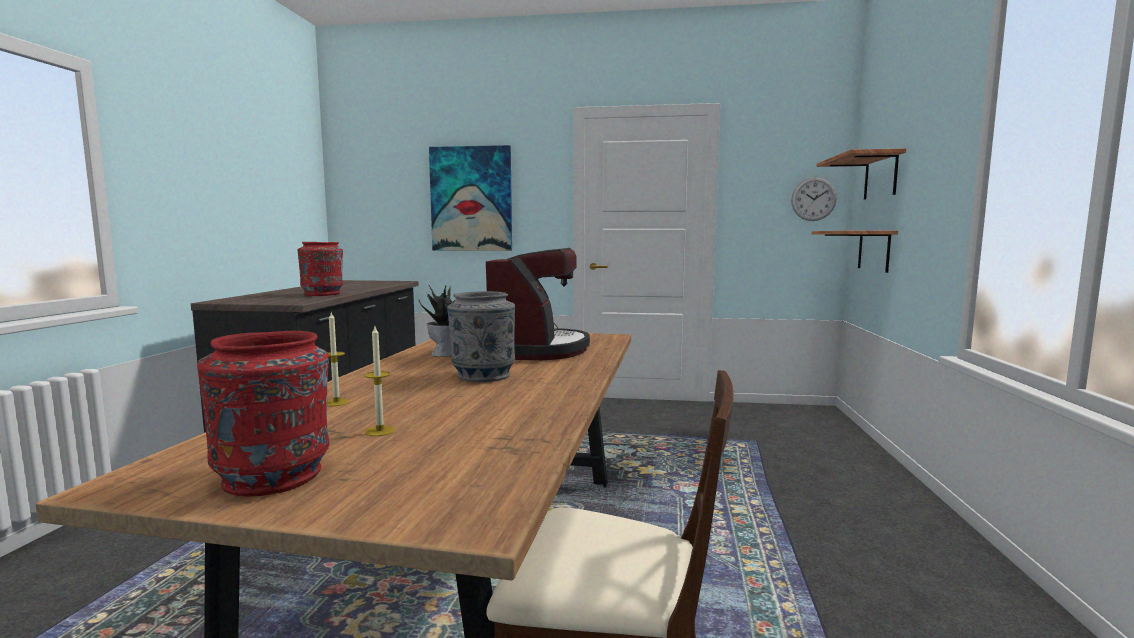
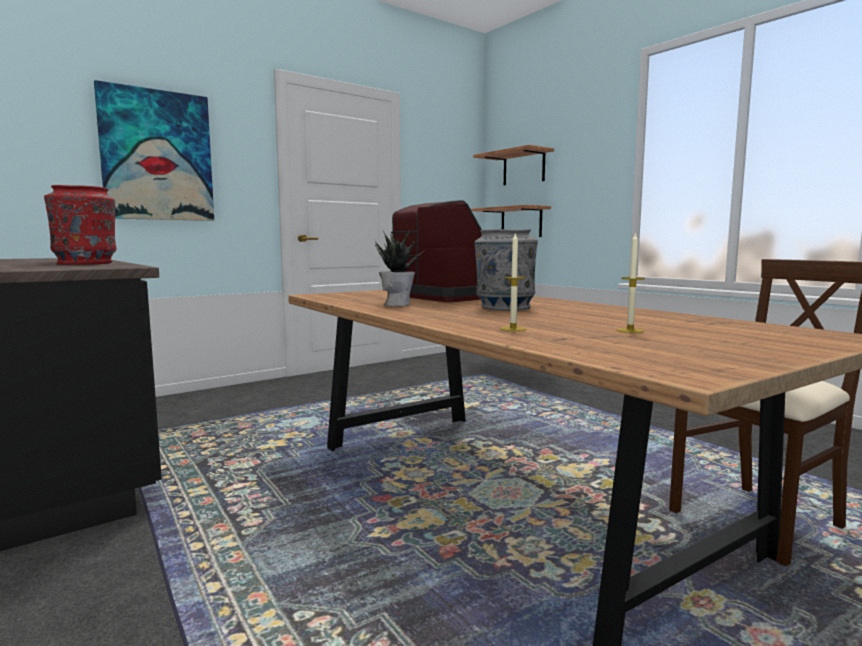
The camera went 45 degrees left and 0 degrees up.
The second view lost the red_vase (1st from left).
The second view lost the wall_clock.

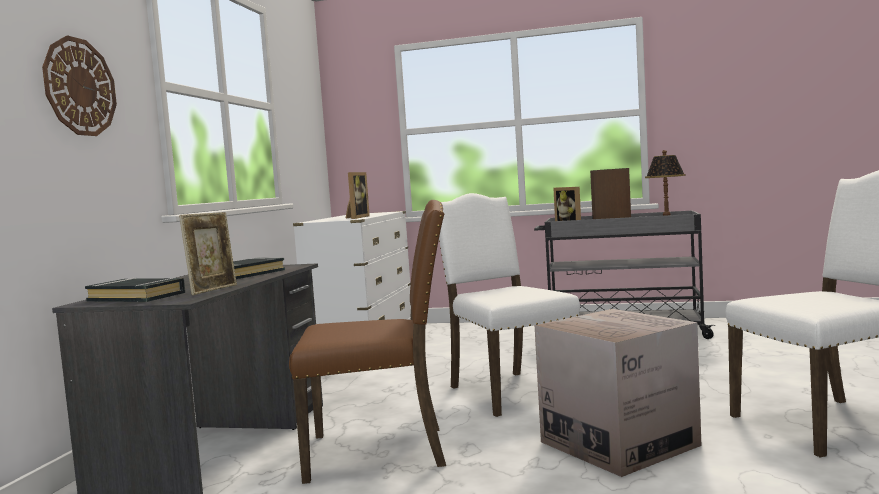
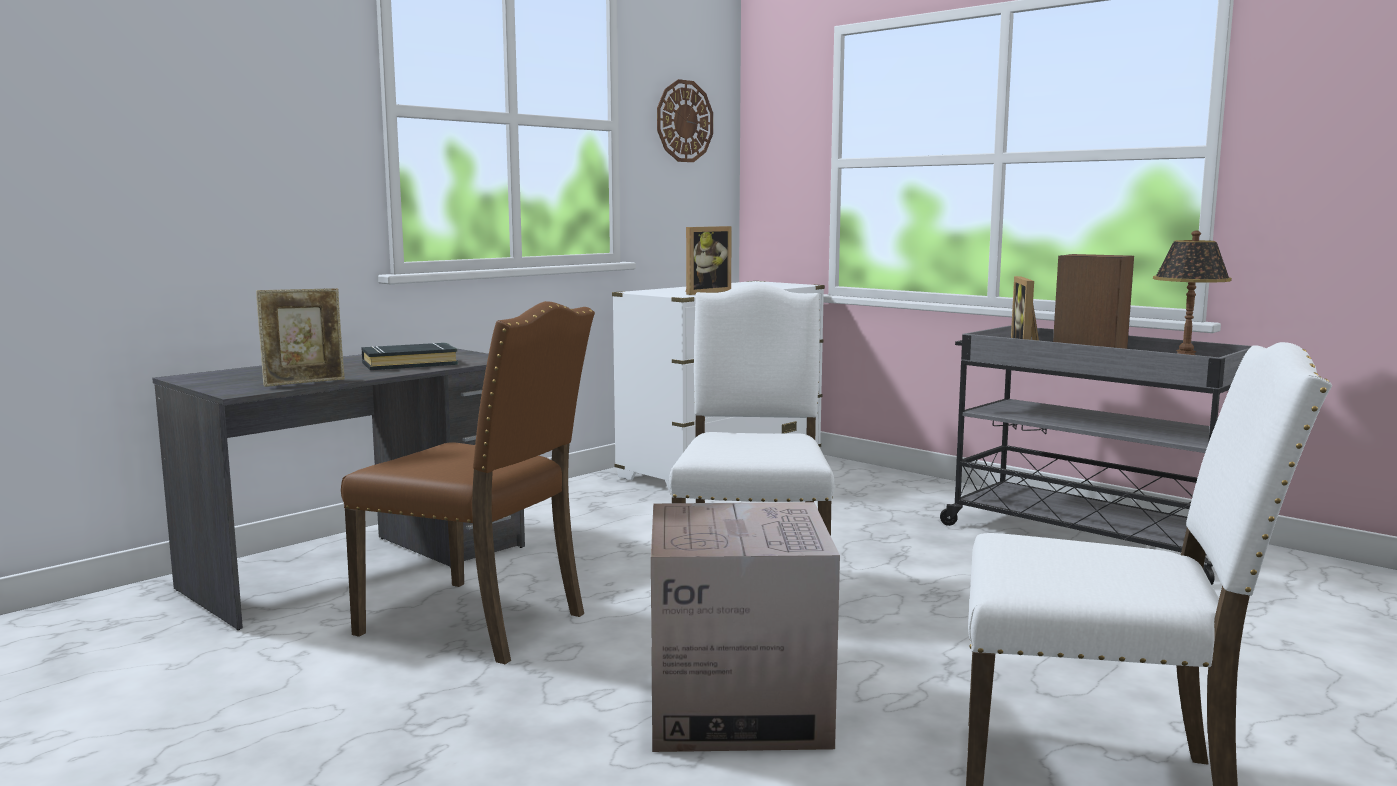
The camera went 30 degrees right and 5 degrees up.
The second view lost the black_book (1st from left).
The wall_clock ended up elsewhere.

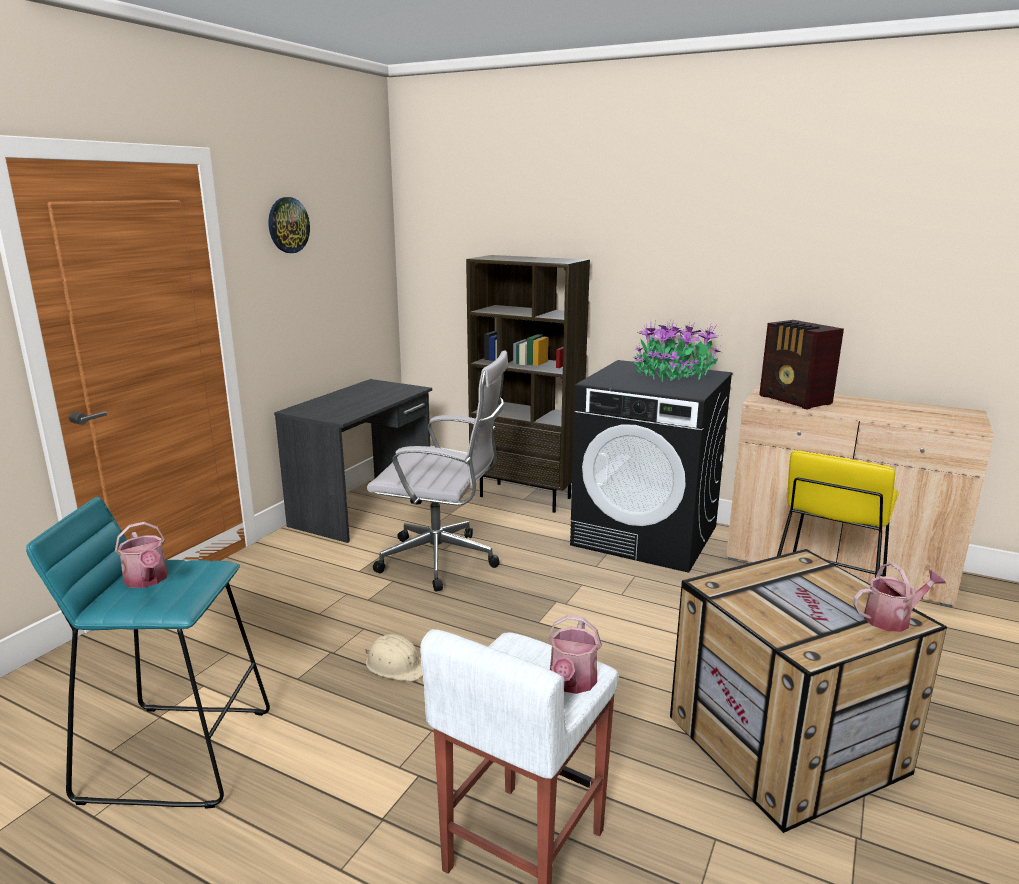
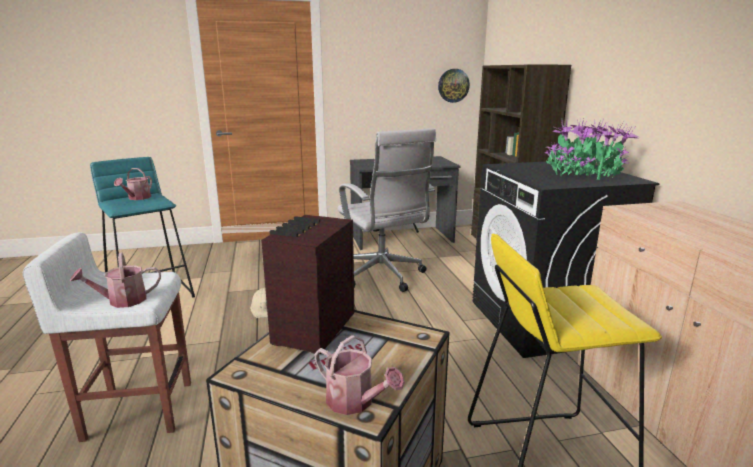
The camera went 50 degrees right and 0 degrees up.
The wall_clock ended up elsewhere.
The radio ended up elsewhere.

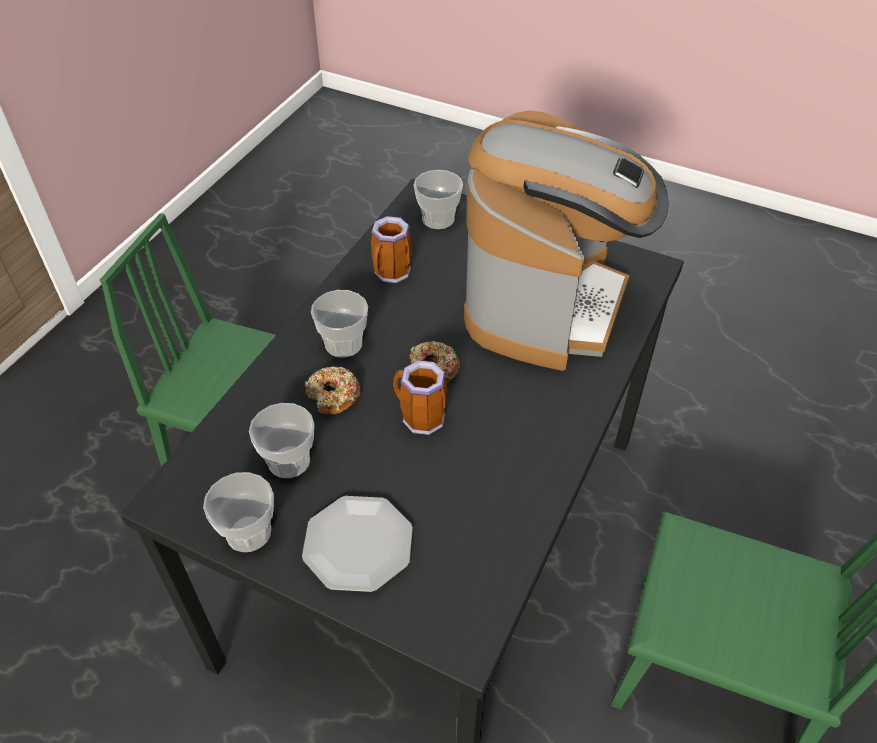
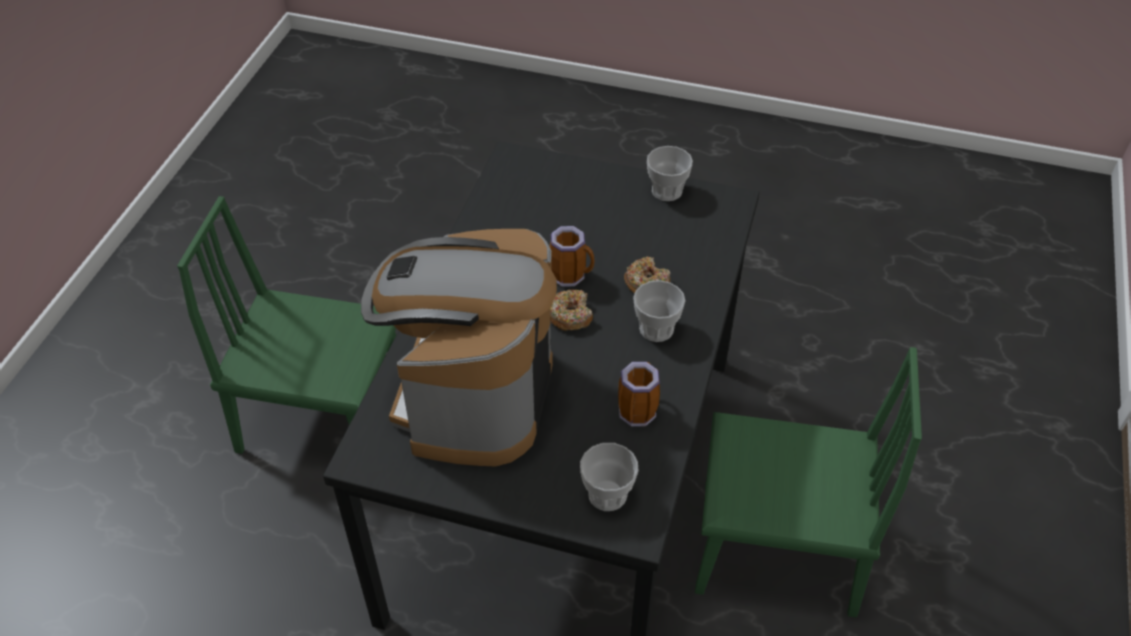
The camera went 170 degrees right and 0 degrees up.
The second view lost the cup (2nd from left).
The second view lost the plate.

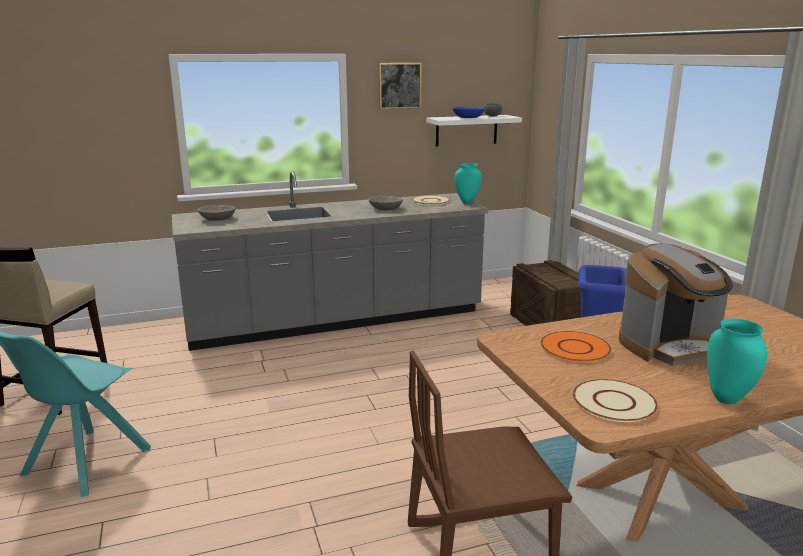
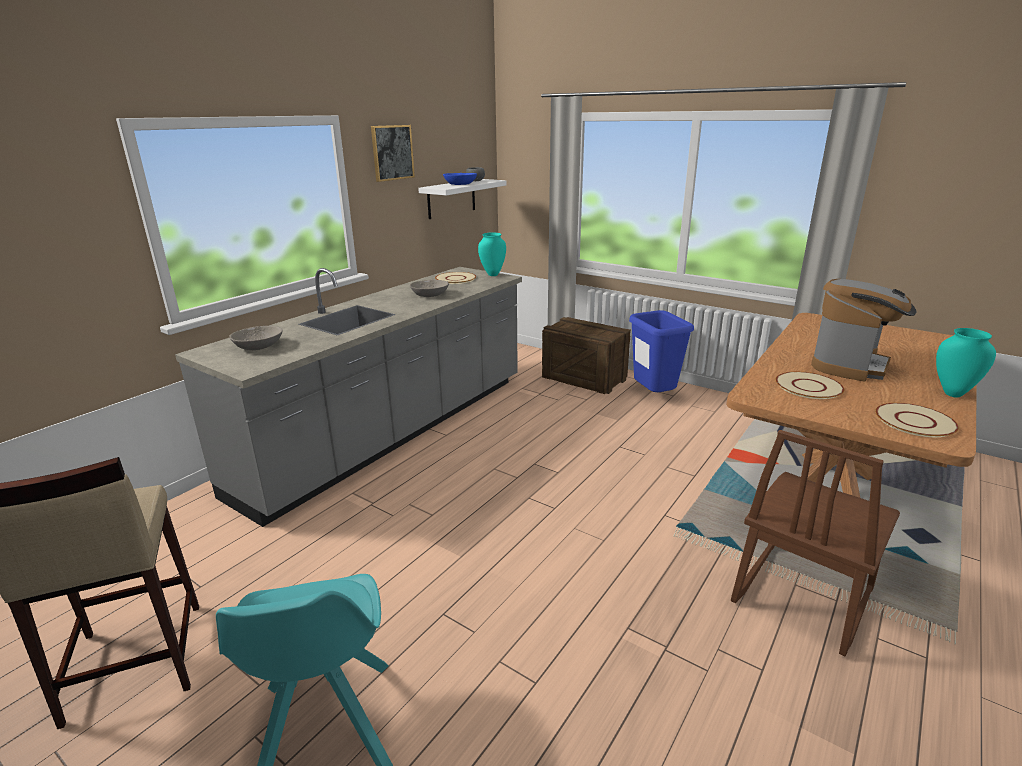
The camera went 35 degrees left and 5 degrees up.
What was the orange_plate turned into the beige_plate (2nd from left).

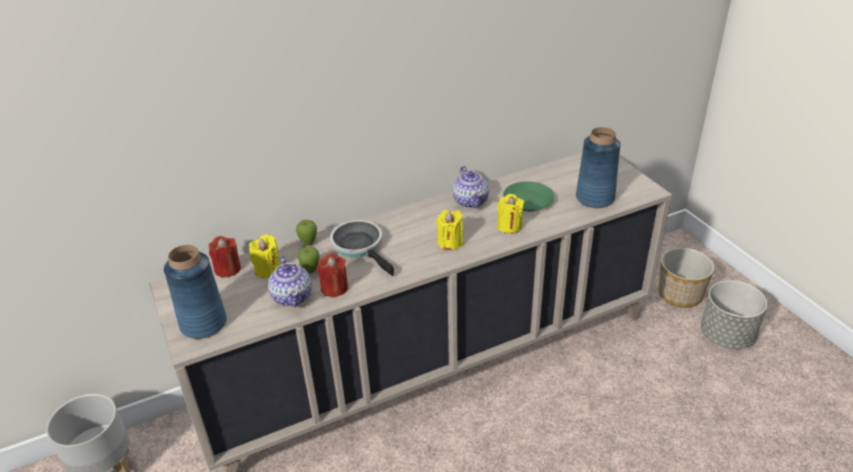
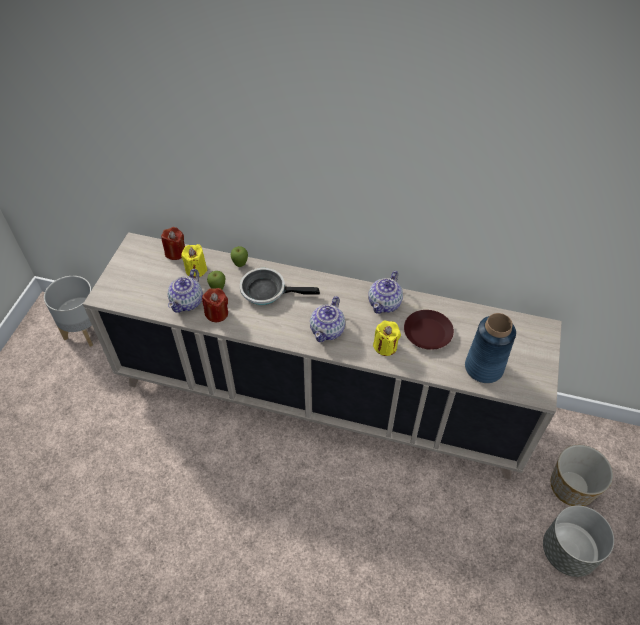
The camera went 40 degrees right and 15 degrees up.
The second view lost the blue_vase (1st from left).
Where the yellow_candle (2nd from left) stood, the teapot (2nd from left) came to stand.
What was the green_plate turned into the brown_plate.
The frying_pan ended up facing another way, 90 degrees counterclockwise from before.

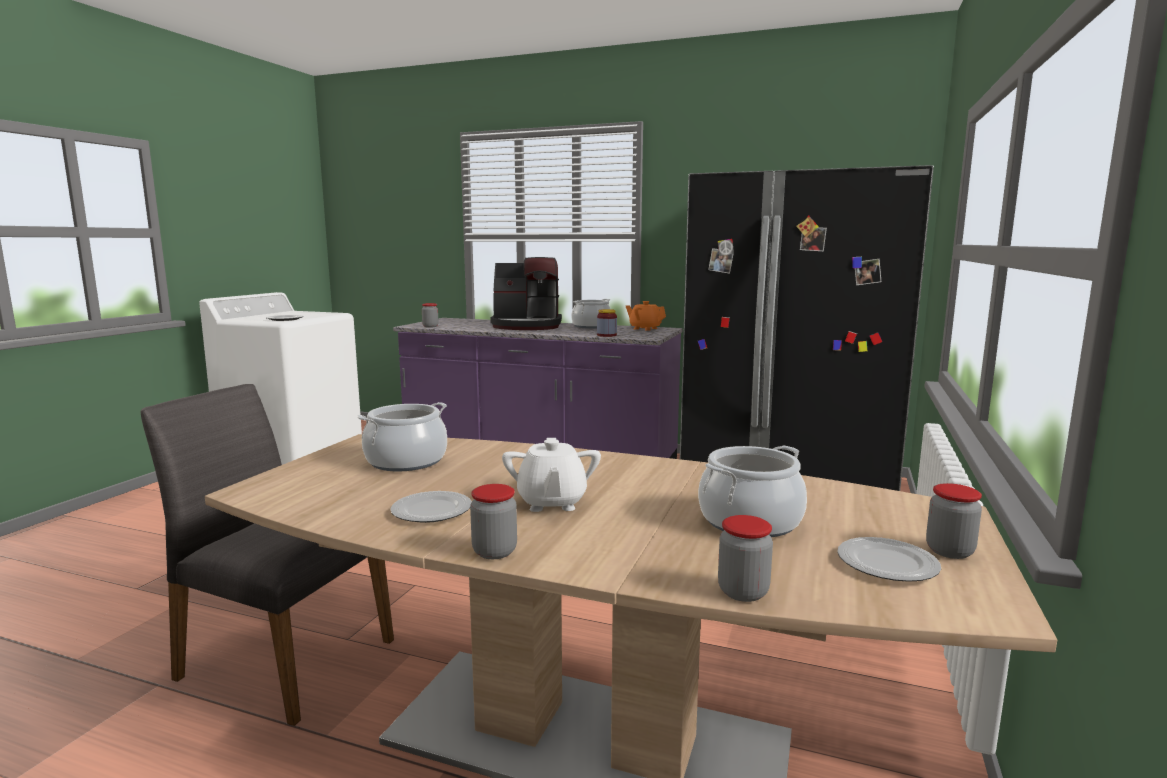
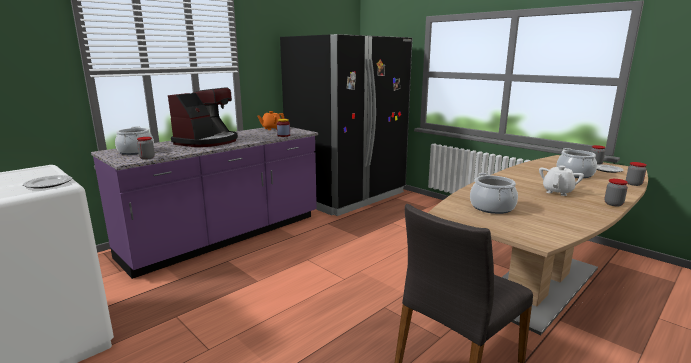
The camera went 65 degrees left and 5 degrees up.
The second view lost the plate (2nd from left).
The cooking_pot (2nd from left in the first image) ended up elsewhere.
The white_teapot ended up facing another way, 75 degrees counterclockwise from before.

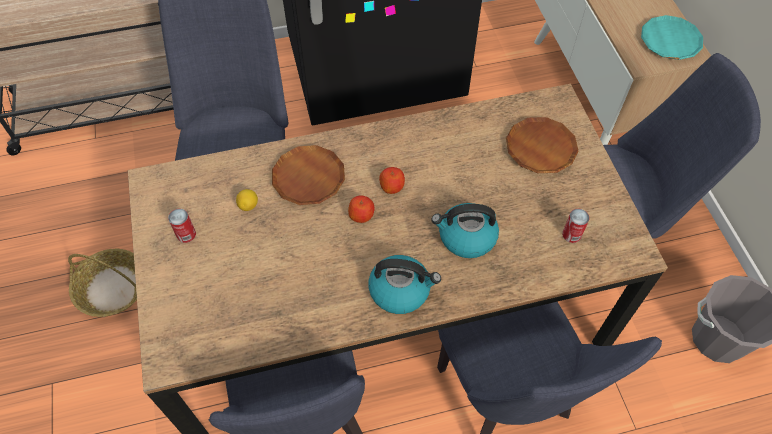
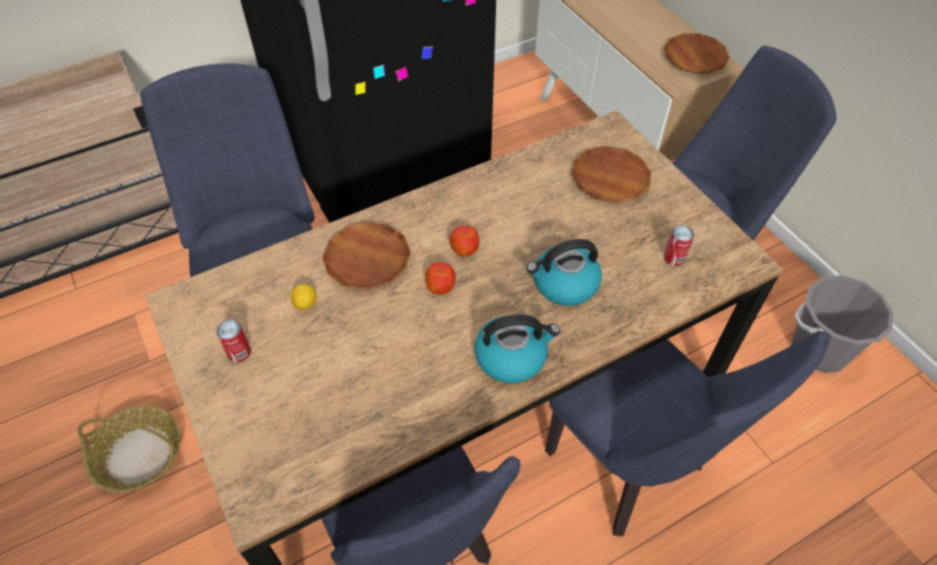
The camera went 15 degrees left and 5 degrees down.
What was the turquoise_plate turned into the brown_plate (3rd from left).

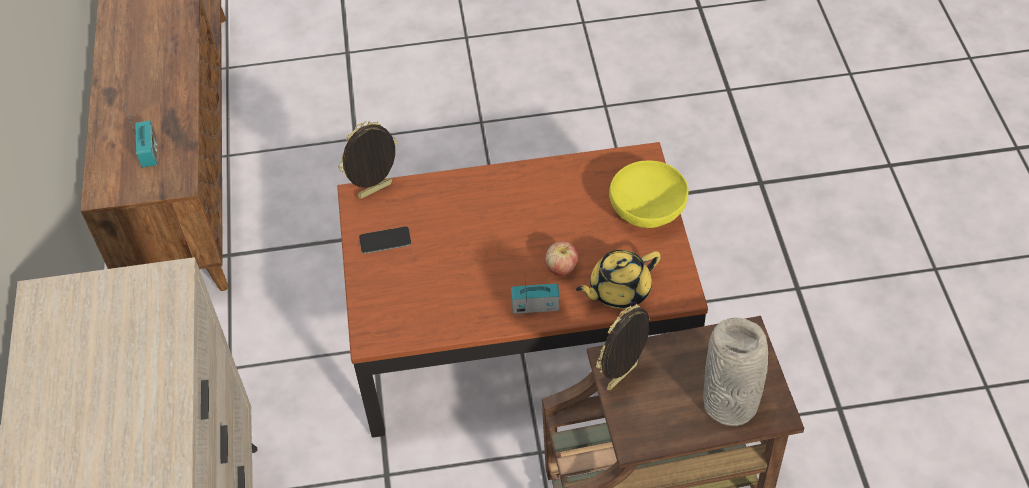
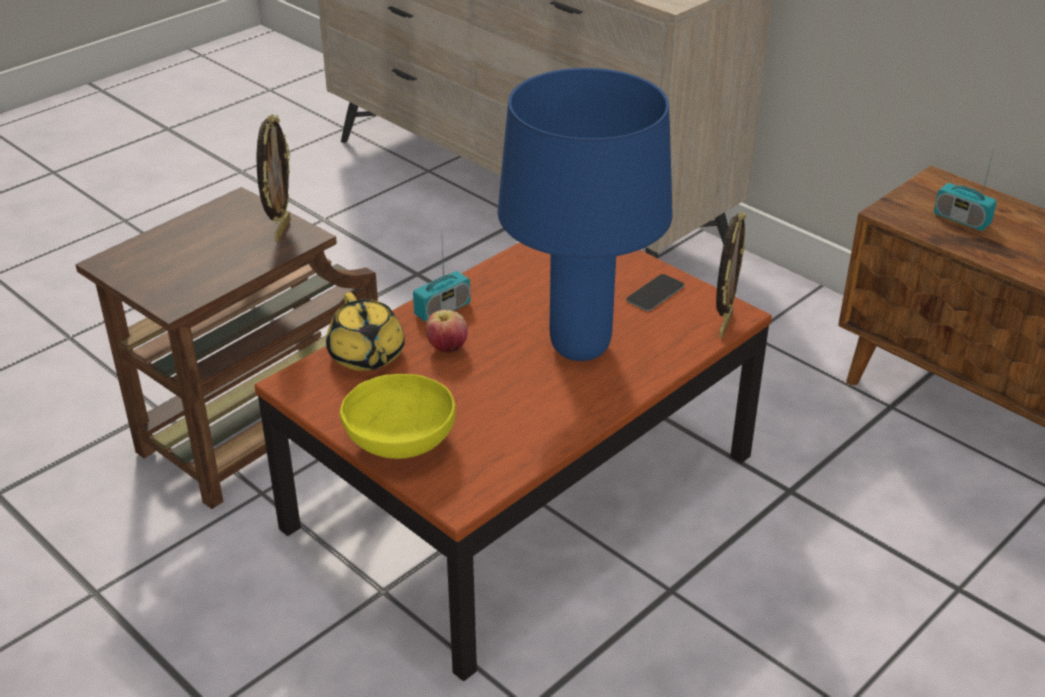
The camera went 140 degrees right and 15 degrees down.
The second view lost the grey_vase.
The second view gained the blue_table_lamp.
The yellow_teapot ended up facing another way, 135 degrees clockwise from before.

